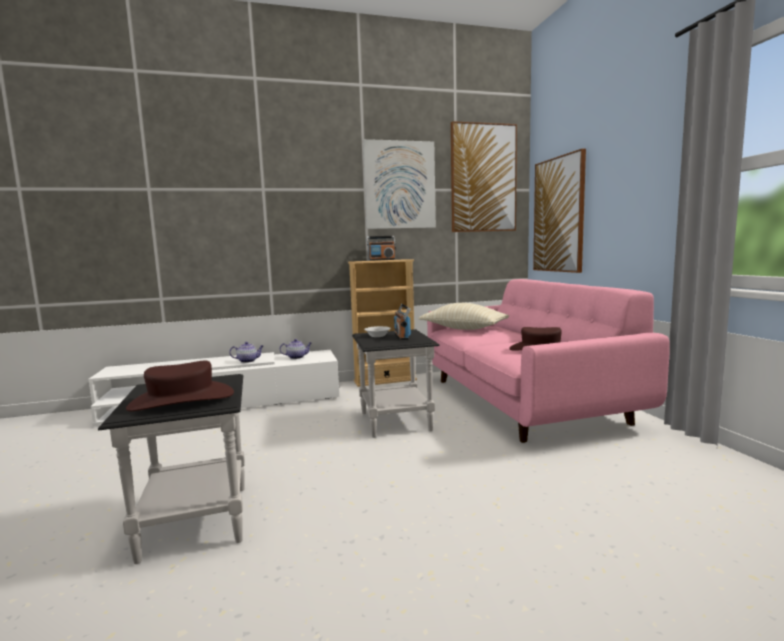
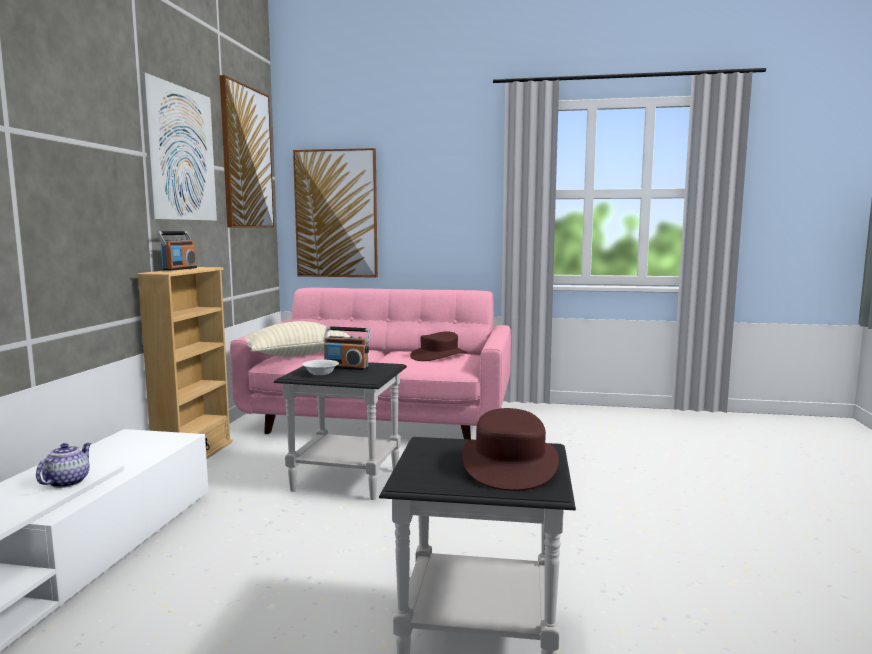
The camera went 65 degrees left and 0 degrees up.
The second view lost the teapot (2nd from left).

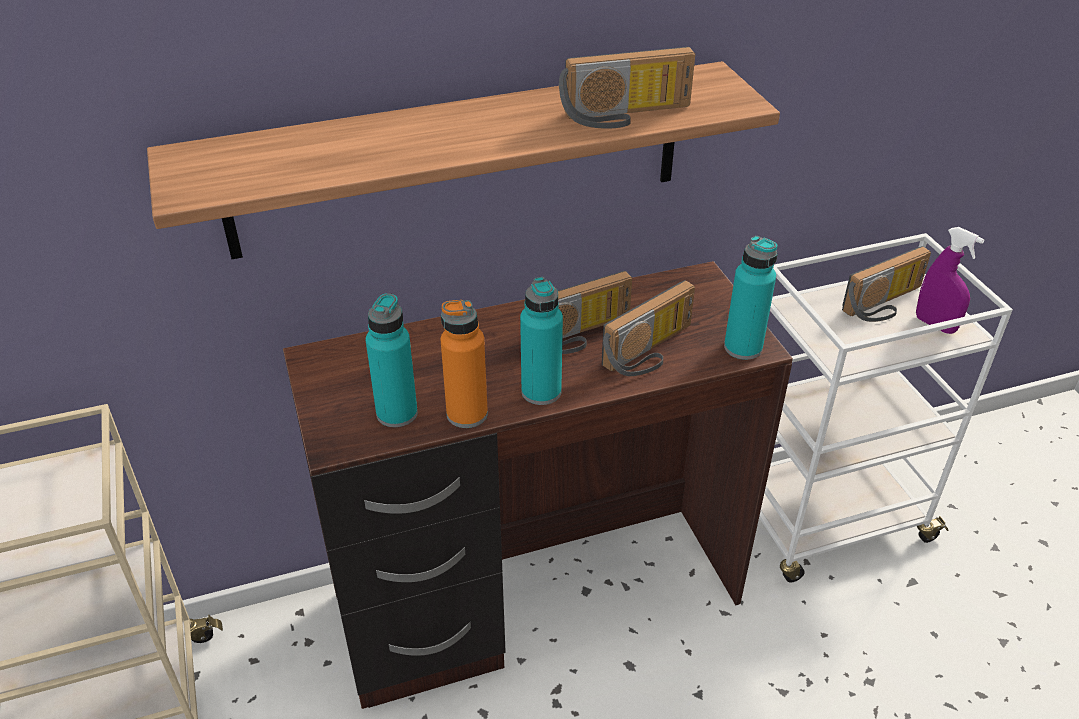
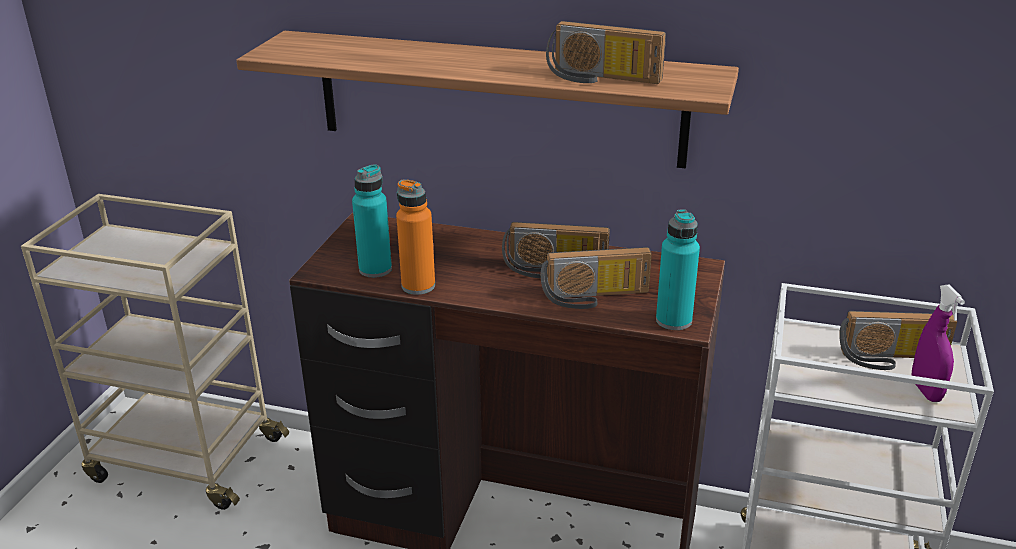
The camera went 35 degrees right and 10 degrees down.
The second view lost the turquoise_bottle (2nd from left).

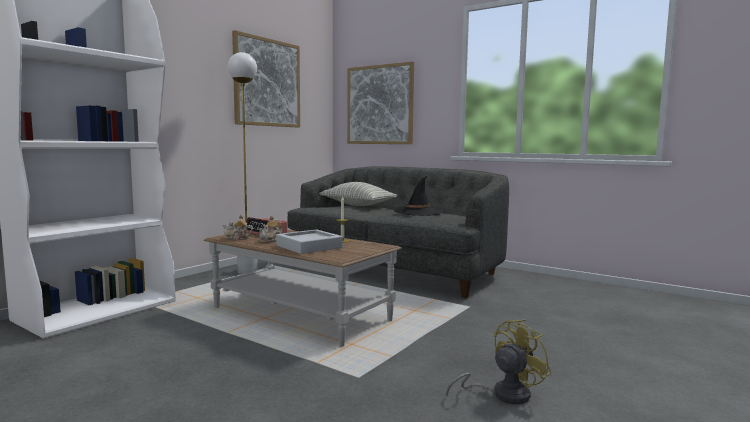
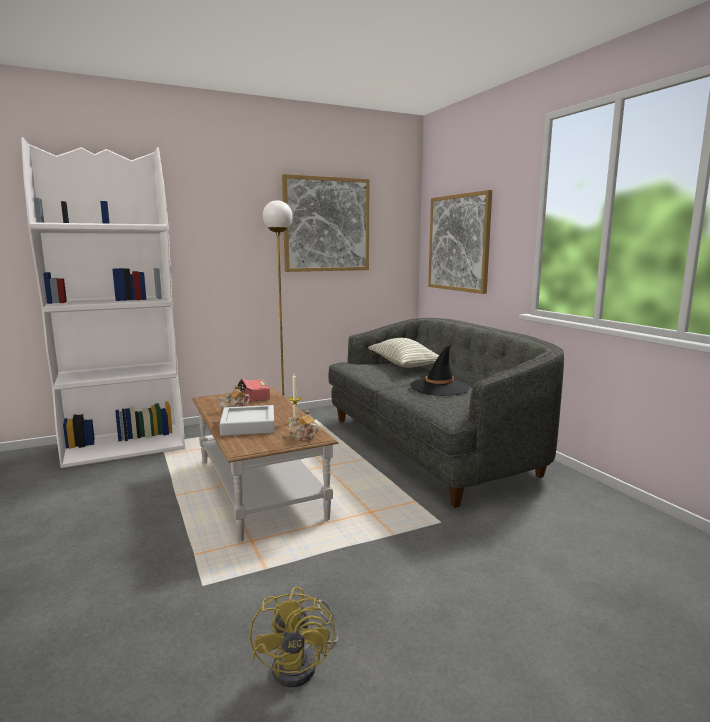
The camera went 30 degrees right and 5 degrees up.
The teapot (1st from left in the first image) ended up elsewhere.
The yellow_fan ended up facing another way, 90 degrees clockwise from before.

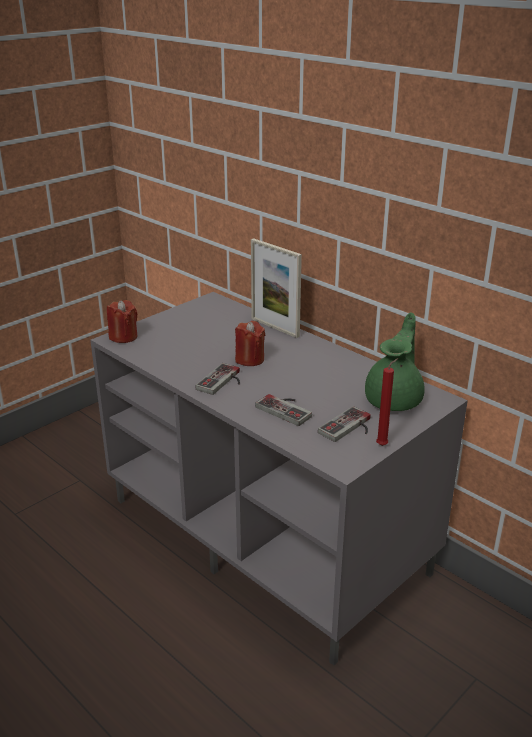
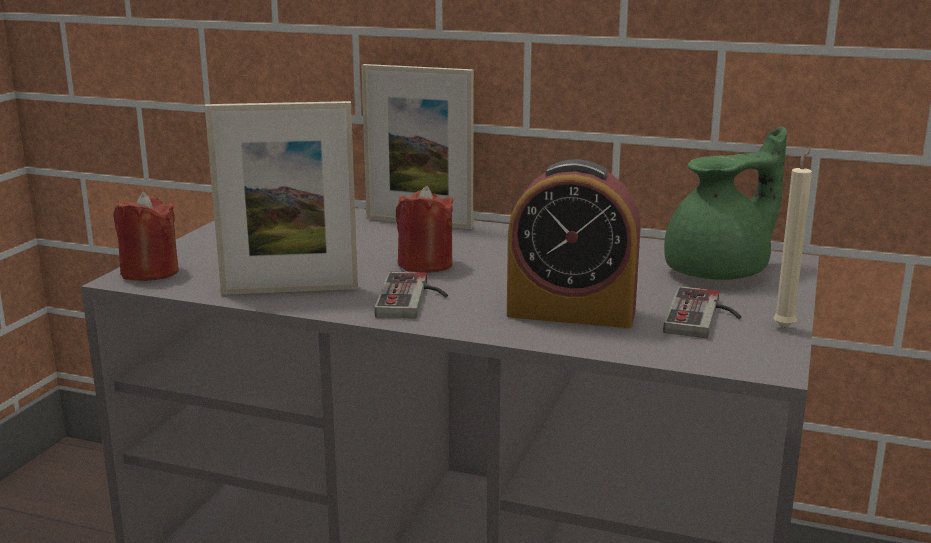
The camera went 25 degrees left and 10 degrees down.
The second view gained the picture_frame (1st from left).
Where the game_controller (2nd from left) stood, the alarm_clock came to stand.
What was the red_candle (3rd from left) turned into the beige_candle.
The green_teapot ended up facing another way, 60 degrees clockwise from before.

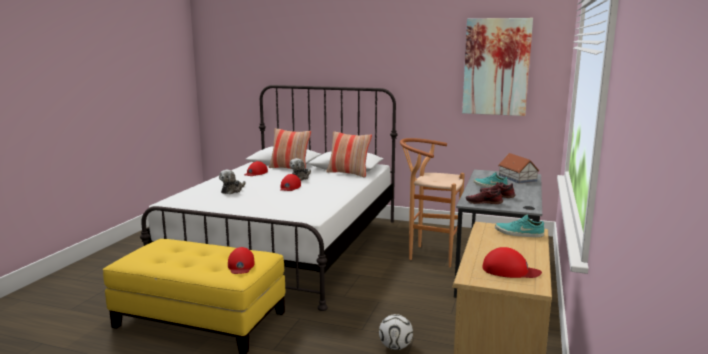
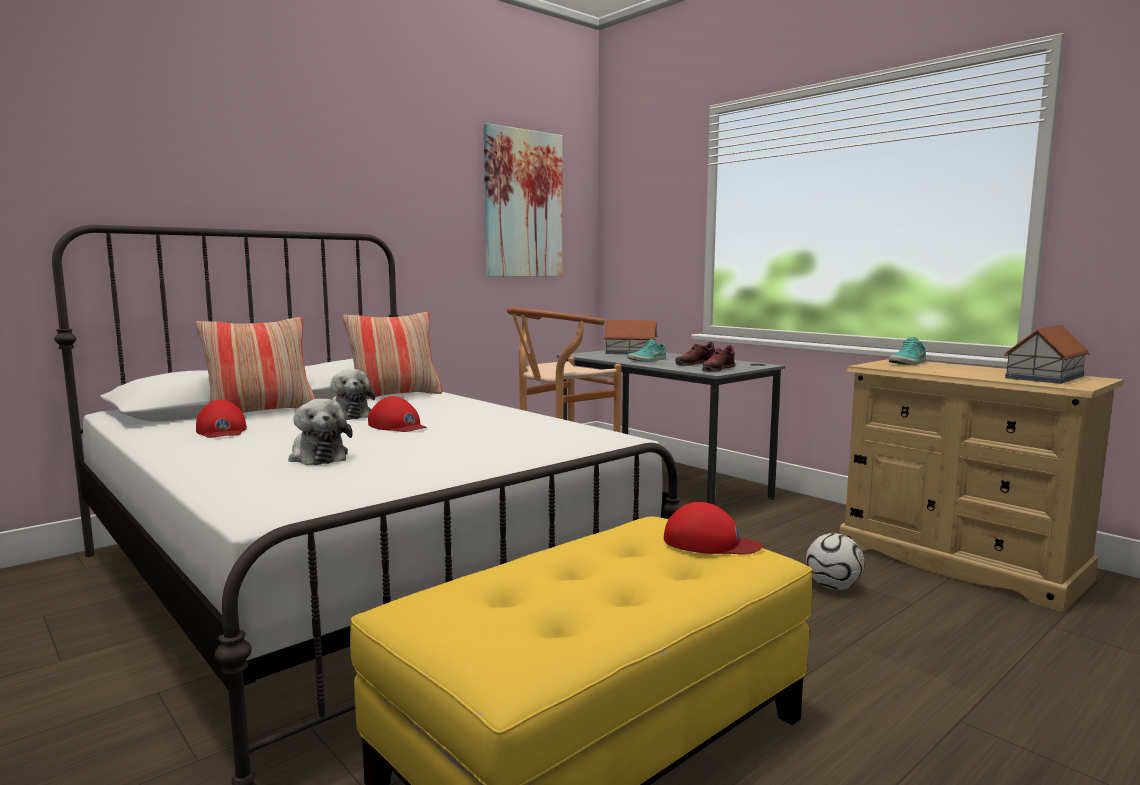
The camera went 60 degrees left and 5 degrees down.
Where the red_cap (4th from left) stood, the toy_house (2nd from left) came to stand.

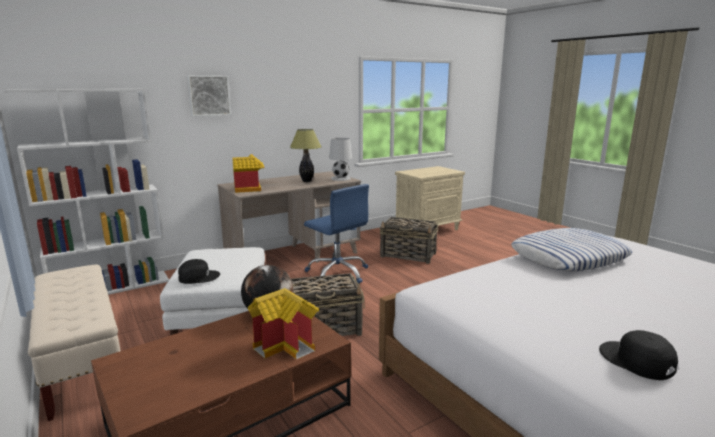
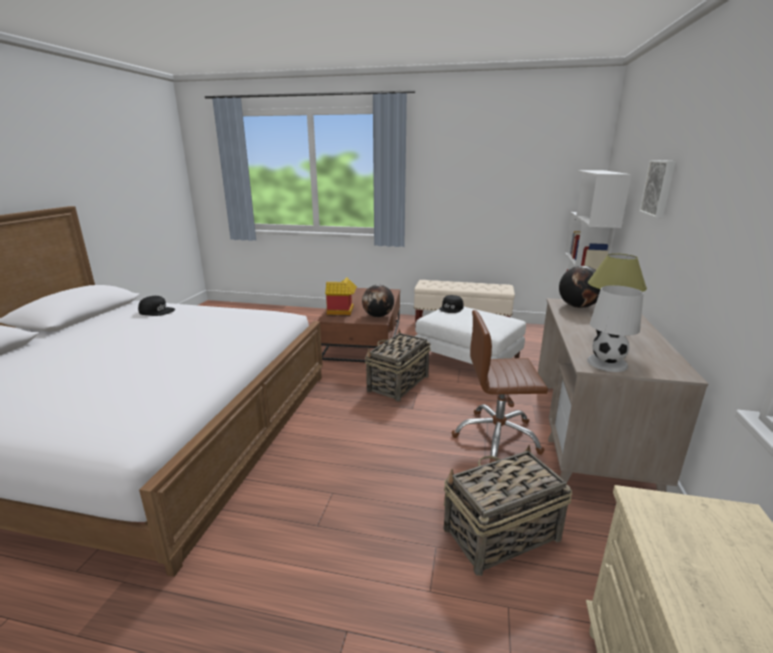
The camera went 135 degrees right and 5 degrees up.
The second view lost the pillow.
Where the toy_house (1st from left) stood, the globe (2nd from left) came to stand.
What was the blue_office_chair turned into the brown_office_chair.

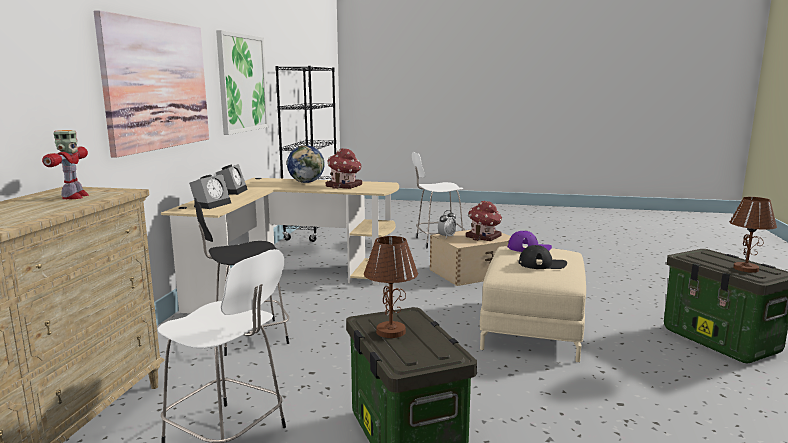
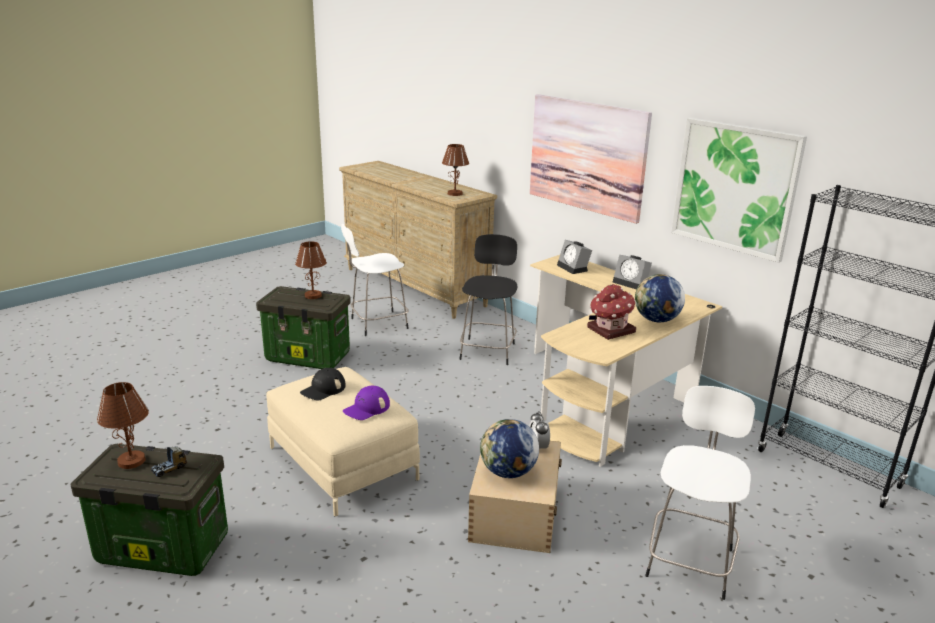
The camera went 125 degrees right and 10 degrees up.
The second view gained the toy_truck.
Where the toy_robot stood, the brown_table_lamp (3rd from left) came to stand.
Where the toy_house (2nd from left) stood, the globe (1st from left) came to stand.

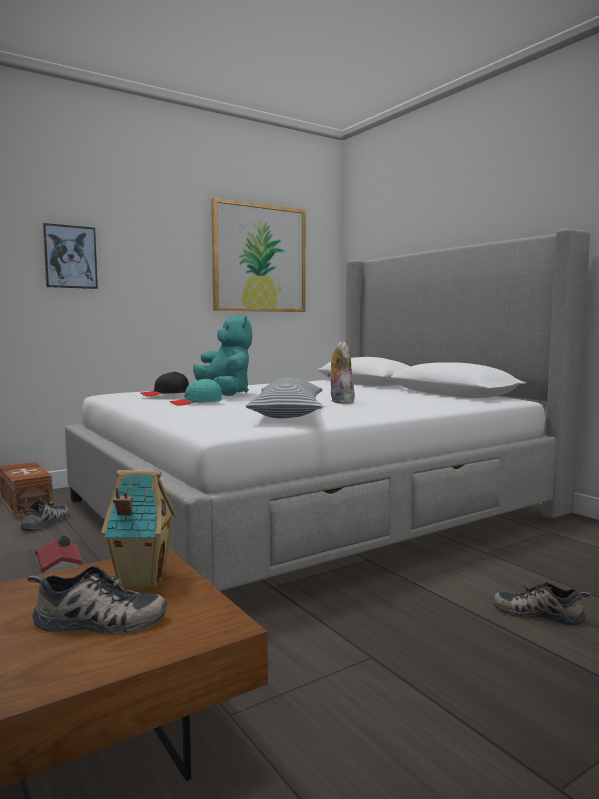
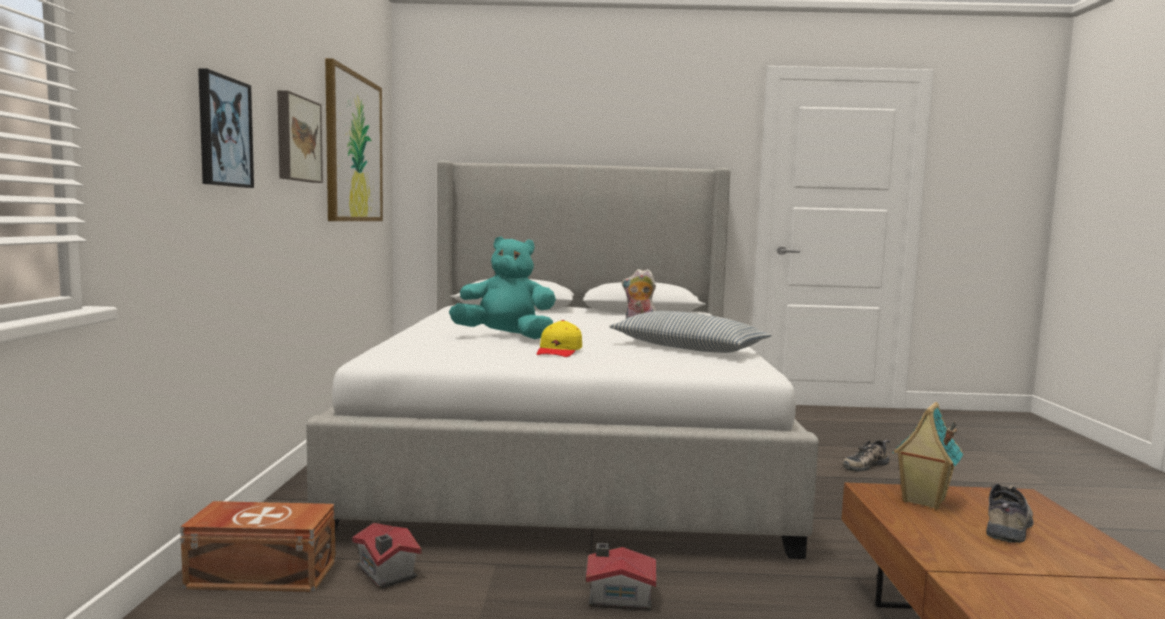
The camera went 55 degrees left and 0 degrees up.
The second view lost the black_cap.
The second view gained the picture (2nd from left).
Where the shoe (1st from left) stood, the toy_house (1st from left) came to stand.
What was the turquoise_cap turned into the yellow_cap.

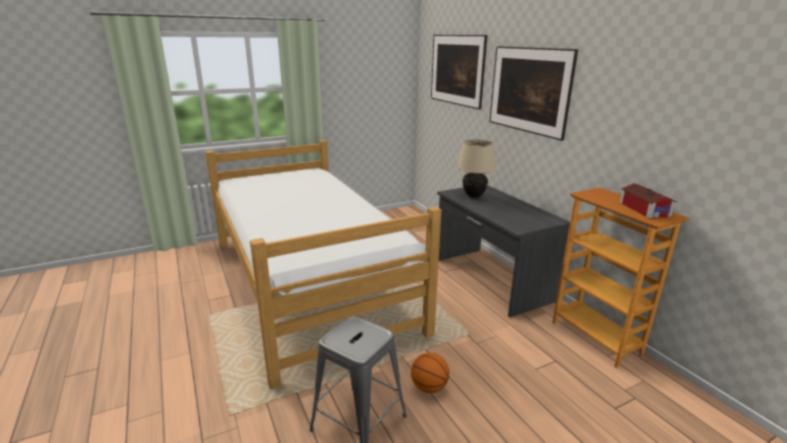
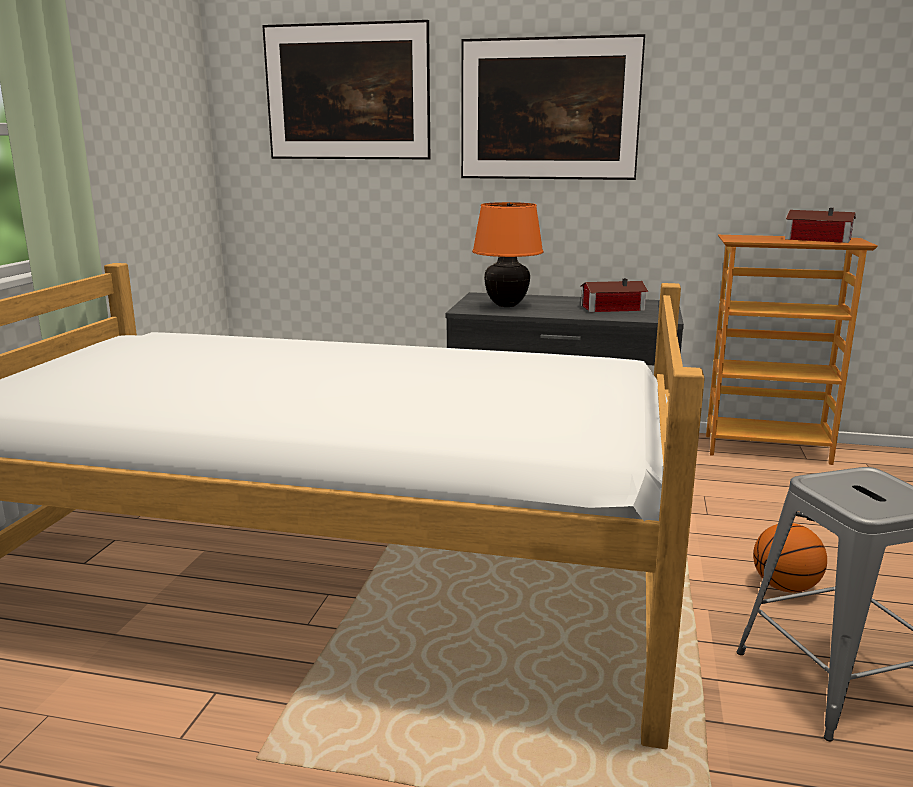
The camera went 50 degrees left and 5 degrees down.
The second view gained the toy_house (1st from left).
What was the beige_table_lamp turned into the orange_table_lamp.

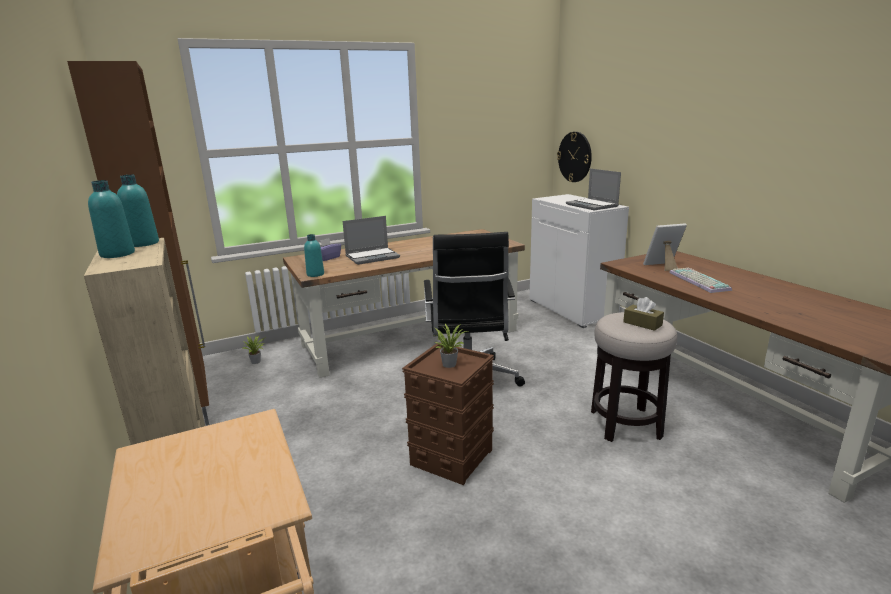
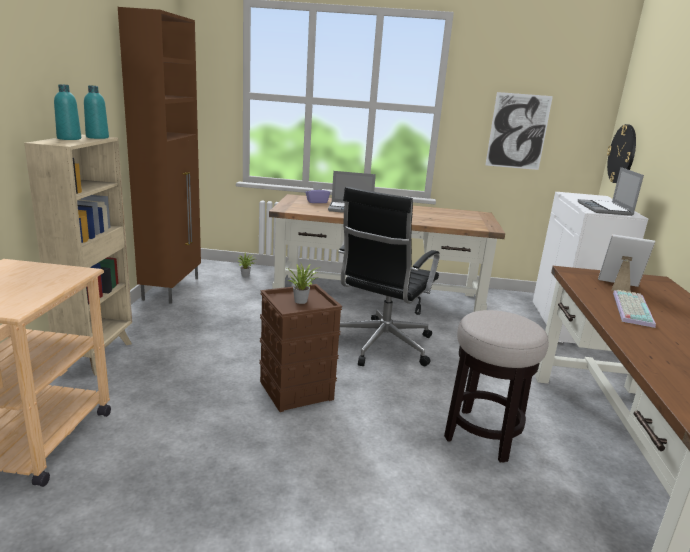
The camera went 30 degrees right and 0 degrees up.
The second view lost the turquoise_bottle (3rd from left).
The second view lost the brown_tissue_box.
The second view gained the picture.

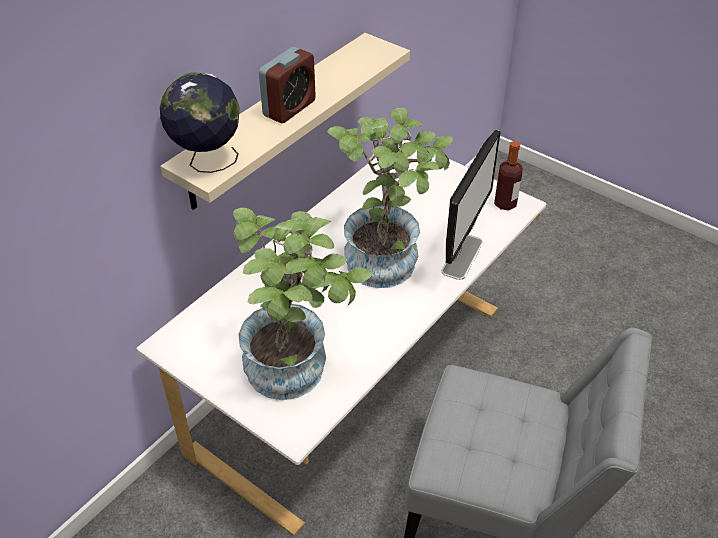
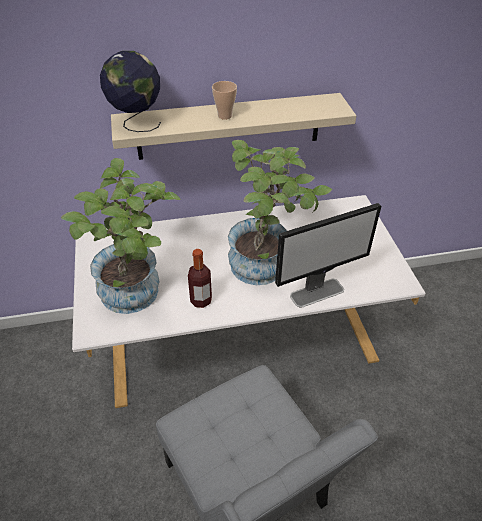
The camera went 40 degrees right and 0 degrees up.
The bottle ended up elsewhere.
Where the alarm_clock stood, the cup came to stand.

